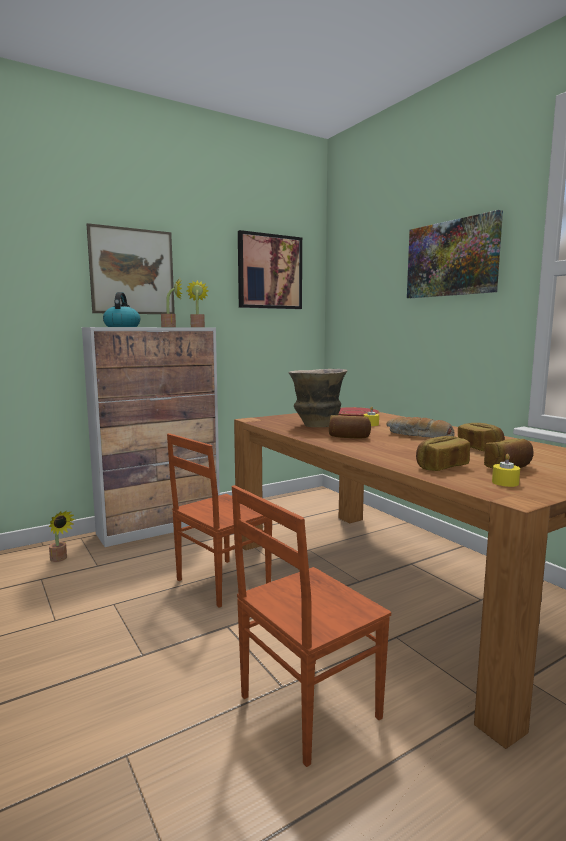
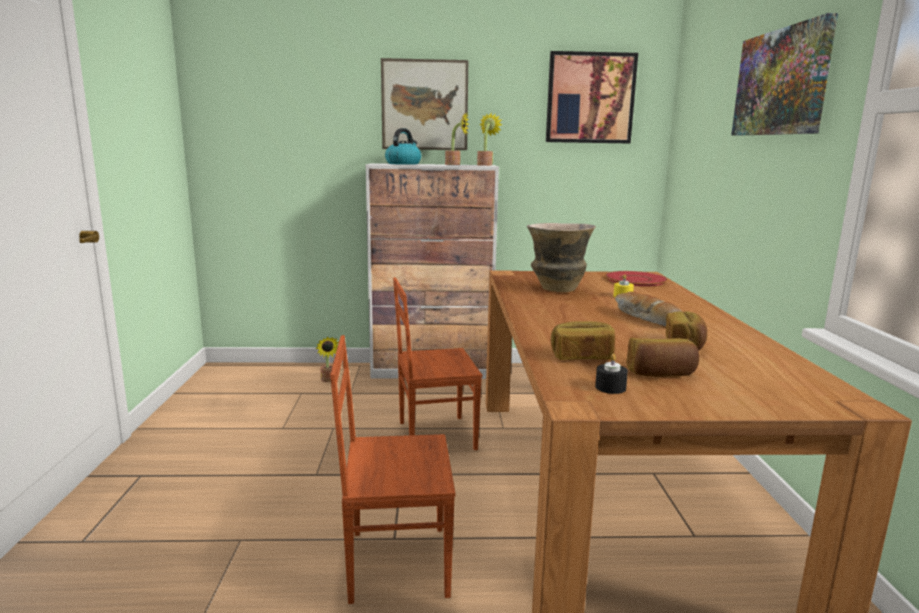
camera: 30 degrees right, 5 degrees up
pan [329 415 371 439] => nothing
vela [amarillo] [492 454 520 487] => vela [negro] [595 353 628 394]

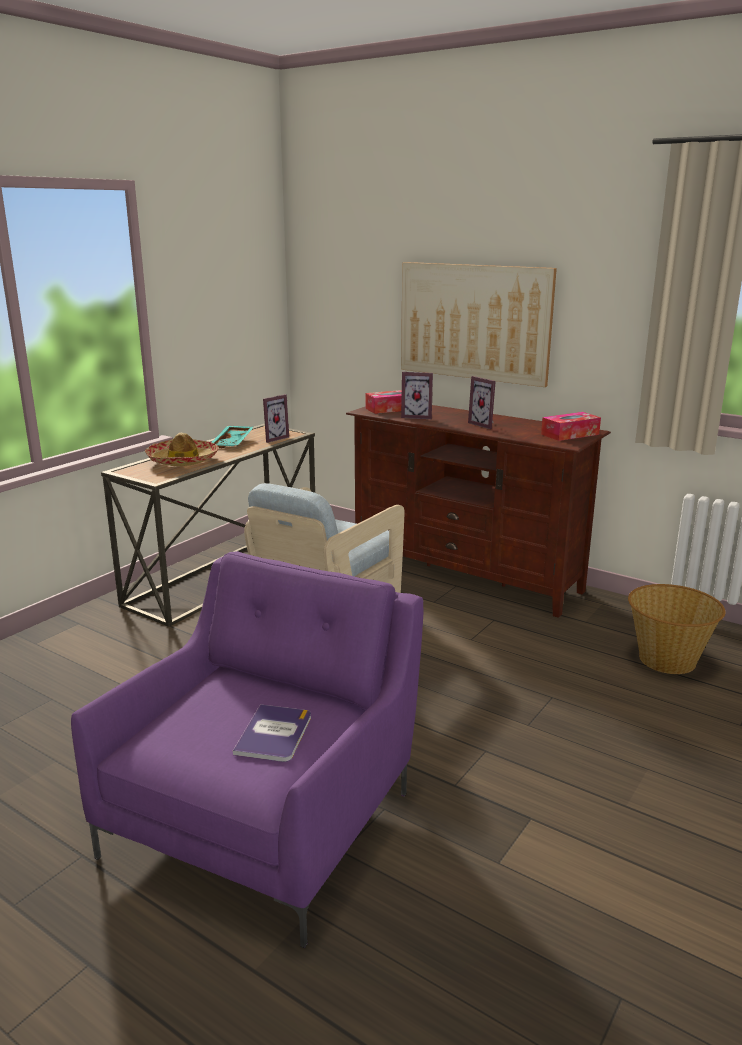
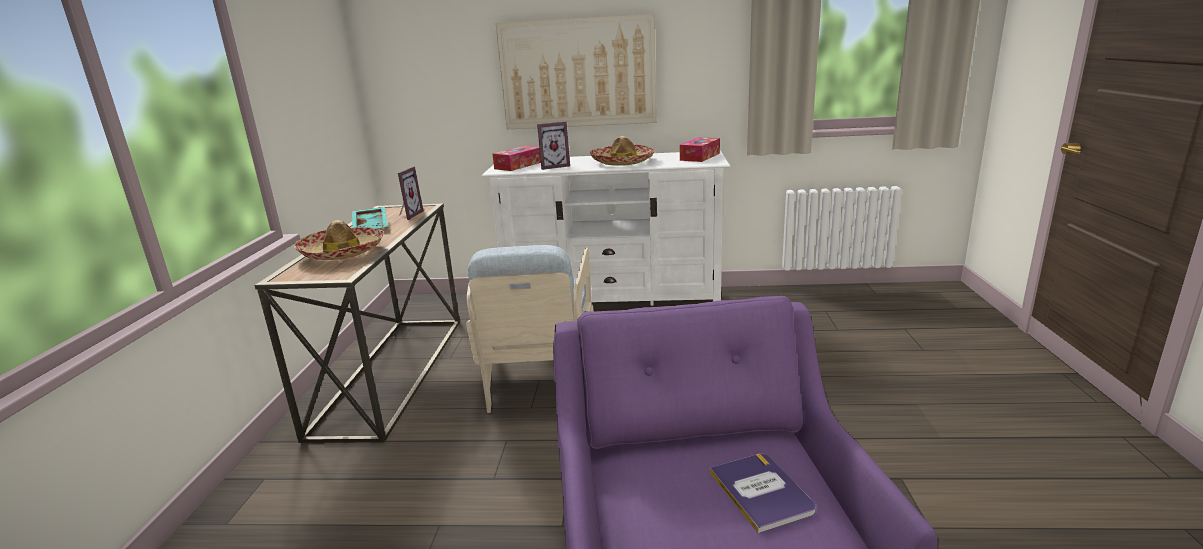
camera: 30 degrees left, 0 degrees up
portarretratos [468 376 496 429] => sombrero [589 136 655 166]
mueble de televisión [marrón] [346 405 611 618] => mueble de televisión [blanco] [481 151 730 306]
cesta [628 584 726 674] => nothing

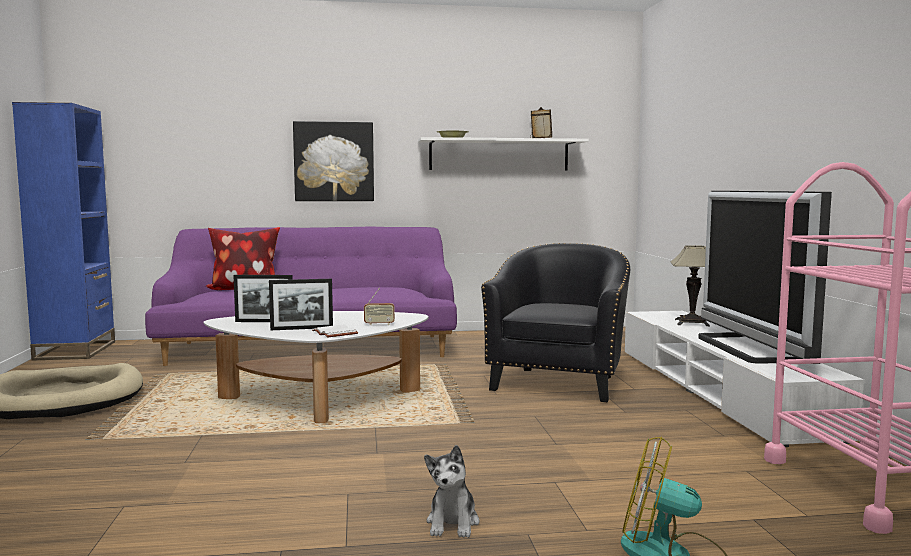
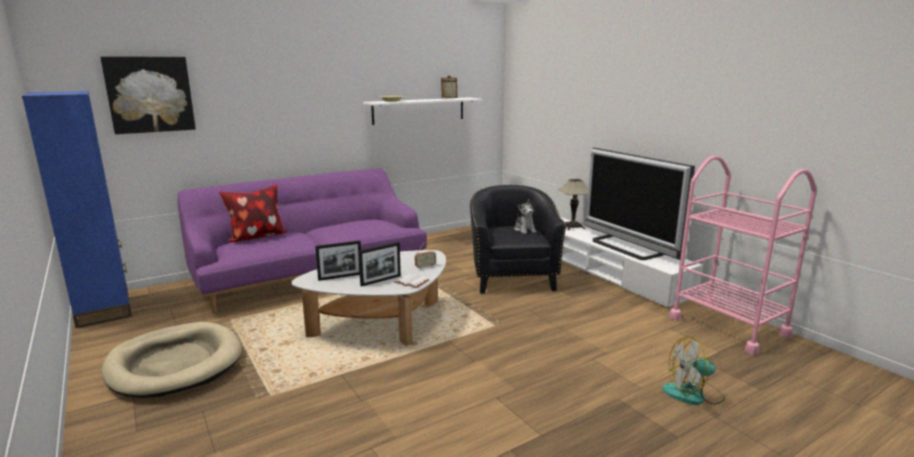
camera: 25 degrees left, 10 degrees up
cuadro [293 121 374 201] => cuadro [101 56 196 134], move
peluche [424 445 480 538] => peluche [514 199 536 234], move

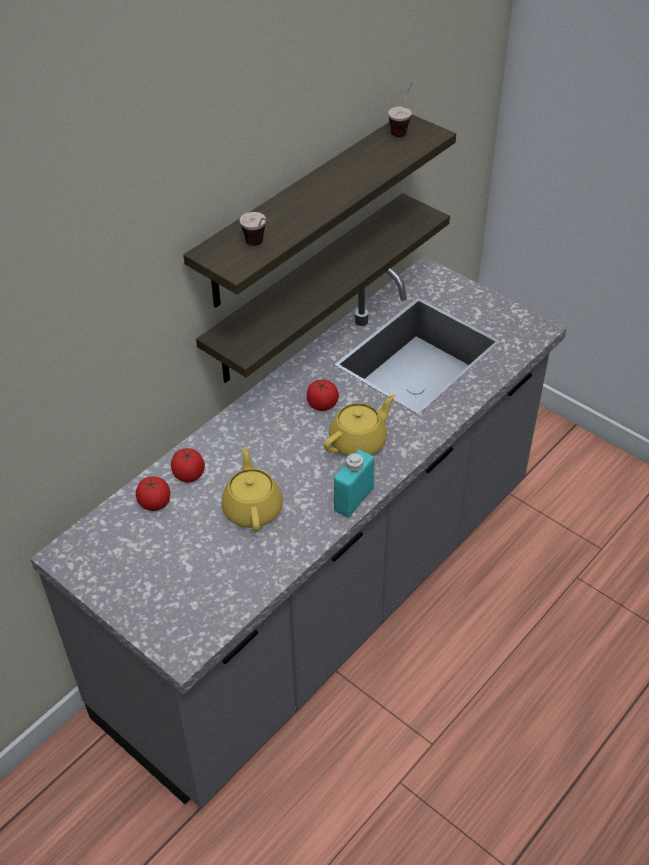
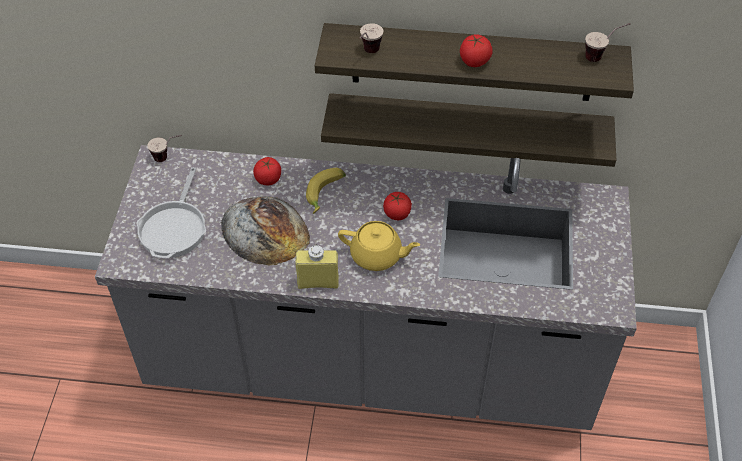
camera: 55 degrees right, 5 degrees up
tetera [amarillo] [222 447 283 532] => pan [221 196 310 265]
botella [turquesa] [334 450 375 517] => botella [amarillo] [295 245 339 289]
tomate [136 476 170 511] => tomate [460 34 493 67], move
nothing => taza [147 135 182 162]
nothing => sartén [136 167 206 258]
nothing => plátano [306 168 346 214]

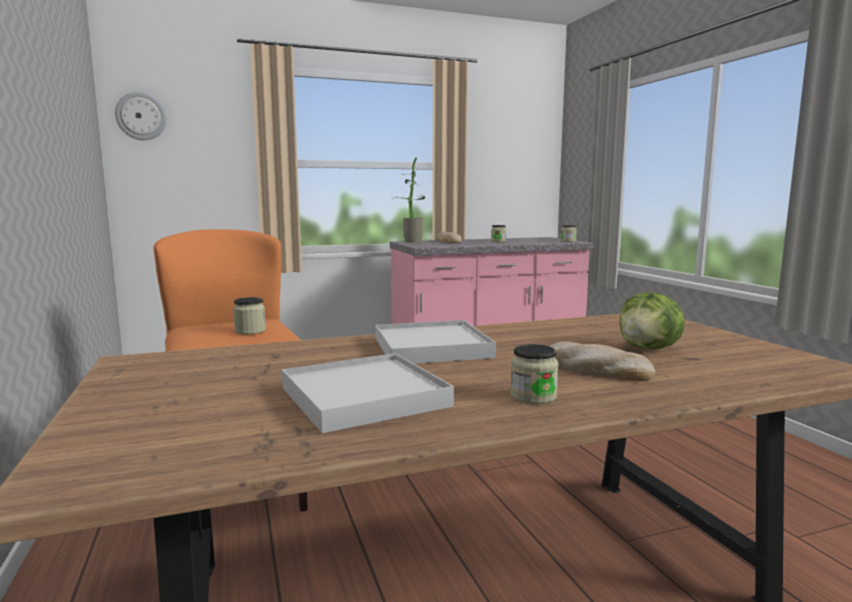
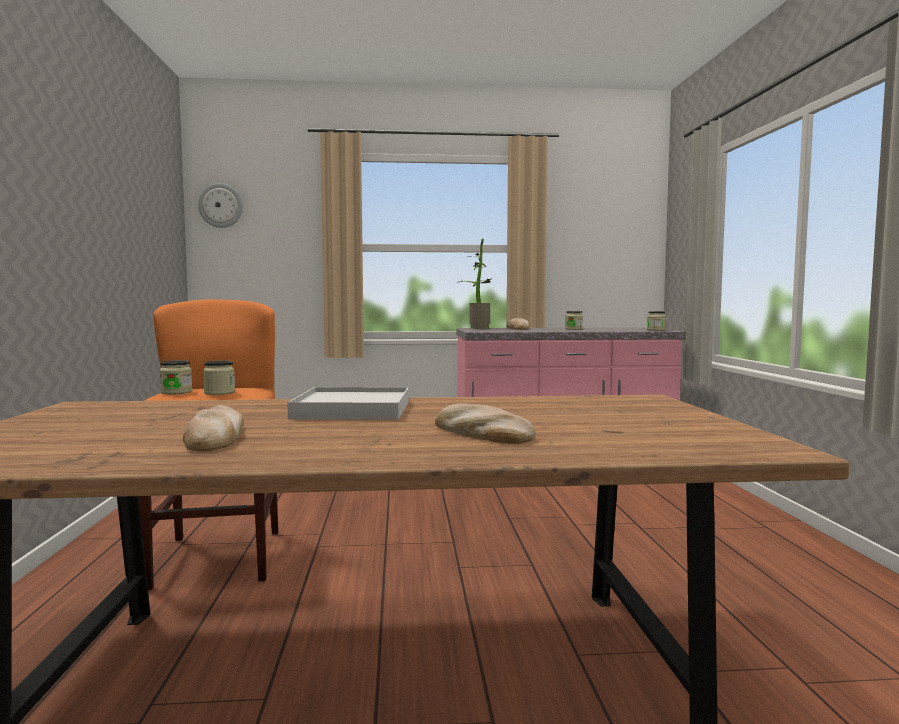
camera: 15 degrees right, 5 degrees down
lechuga [620 293 685 349] => nothing
tarro [510 344 558 404] => tarro [159 360 192 394], move
bandeja [blanco] [282 353 454 433] => pan [183 405 244 452]

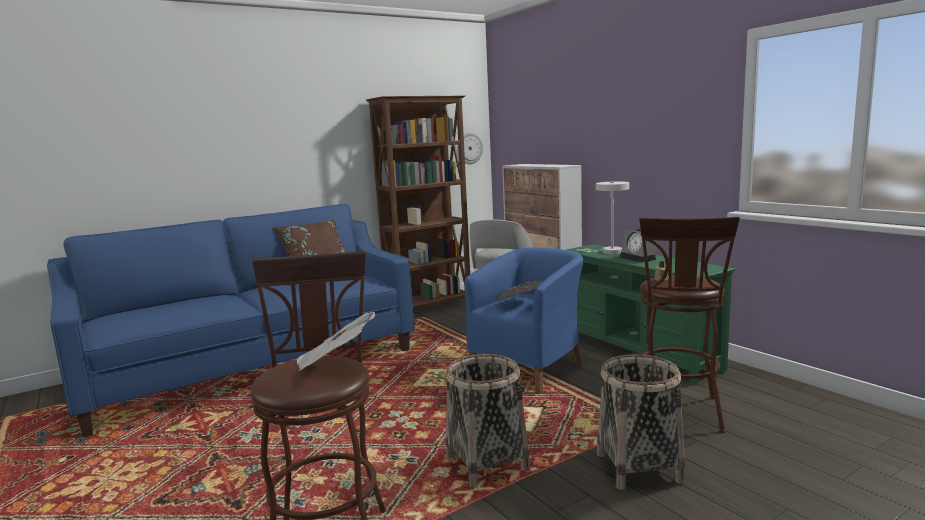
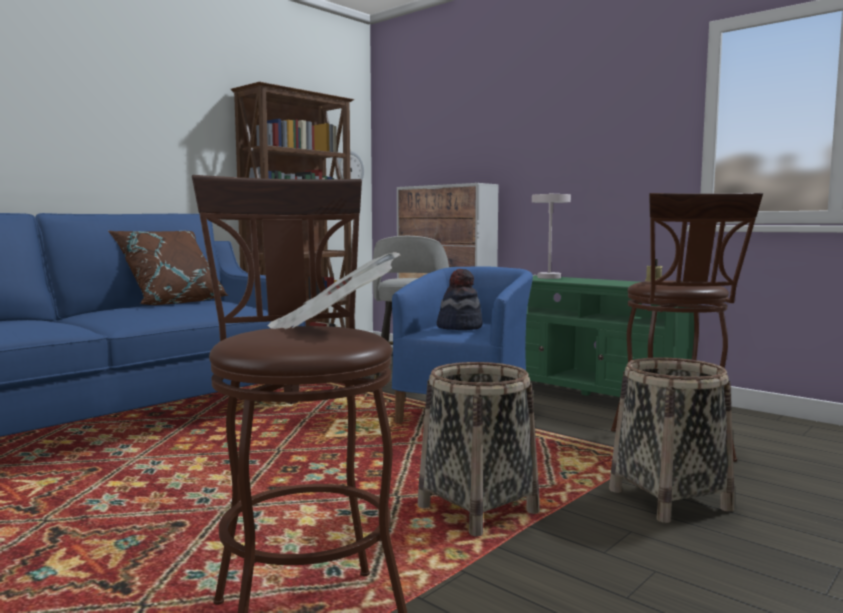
camera: 15 degrees left, 5 degrees down
despertador [620 229 658 263] => nothing
periódico [495 280 543 300] => sombrero [437 269 483 330]

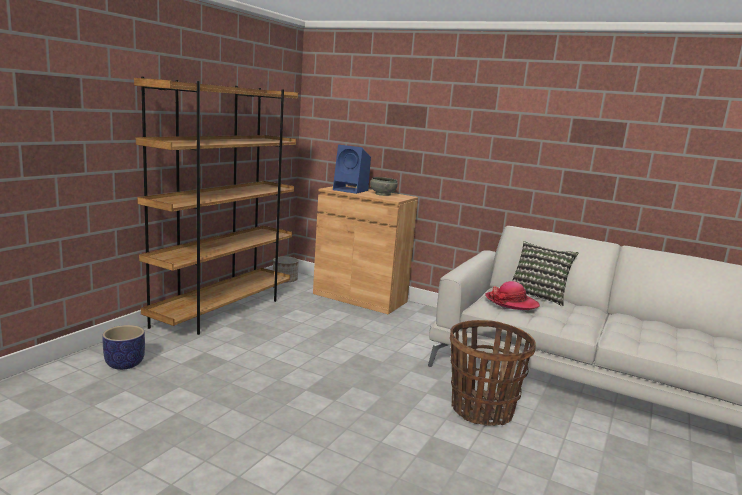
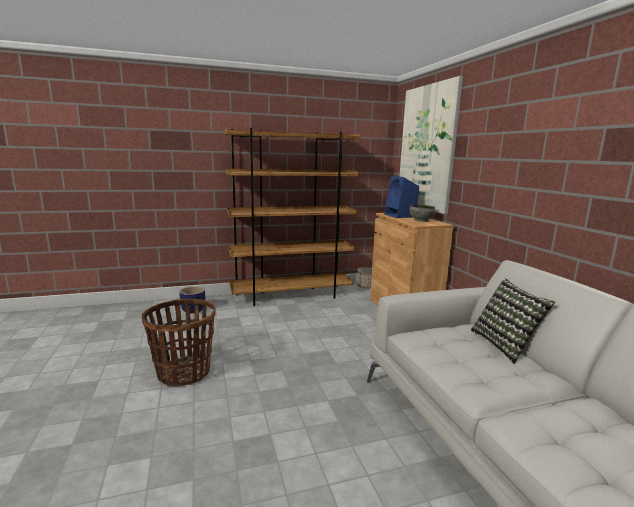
camera: 45 degrees right, 0 degrees up
sombrero [485 281 540 310] => nothing
cesta [450 320 536 426] => cesta [142 299 215 386], move
nothing => cuadro [399 76 463 214]

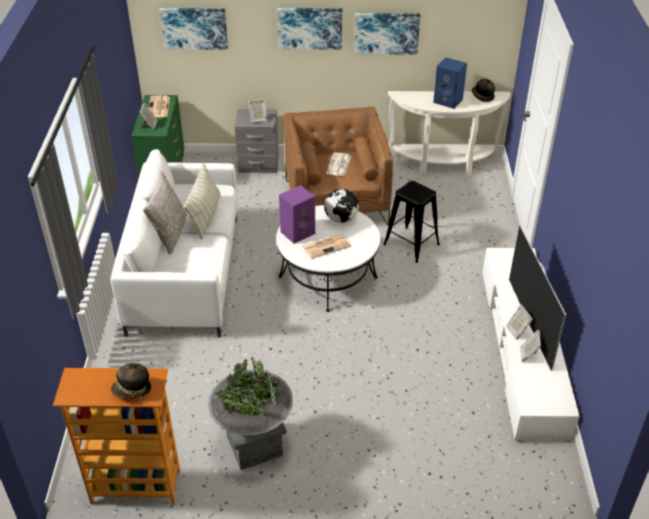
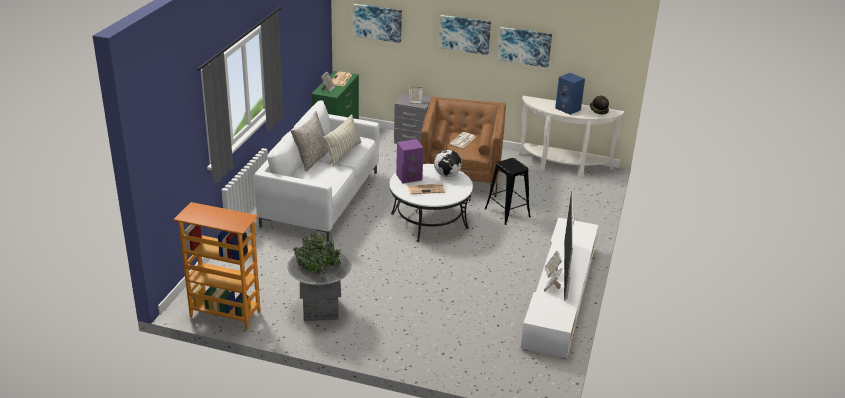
camera: 15 degrees right, 10 degrees down
sombrero [111 363 151 398] => nothing

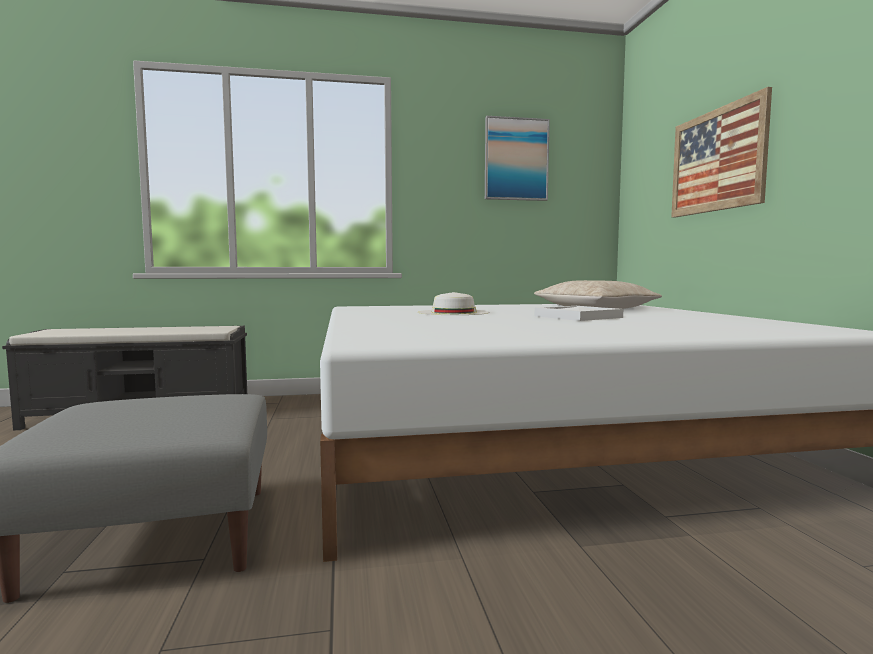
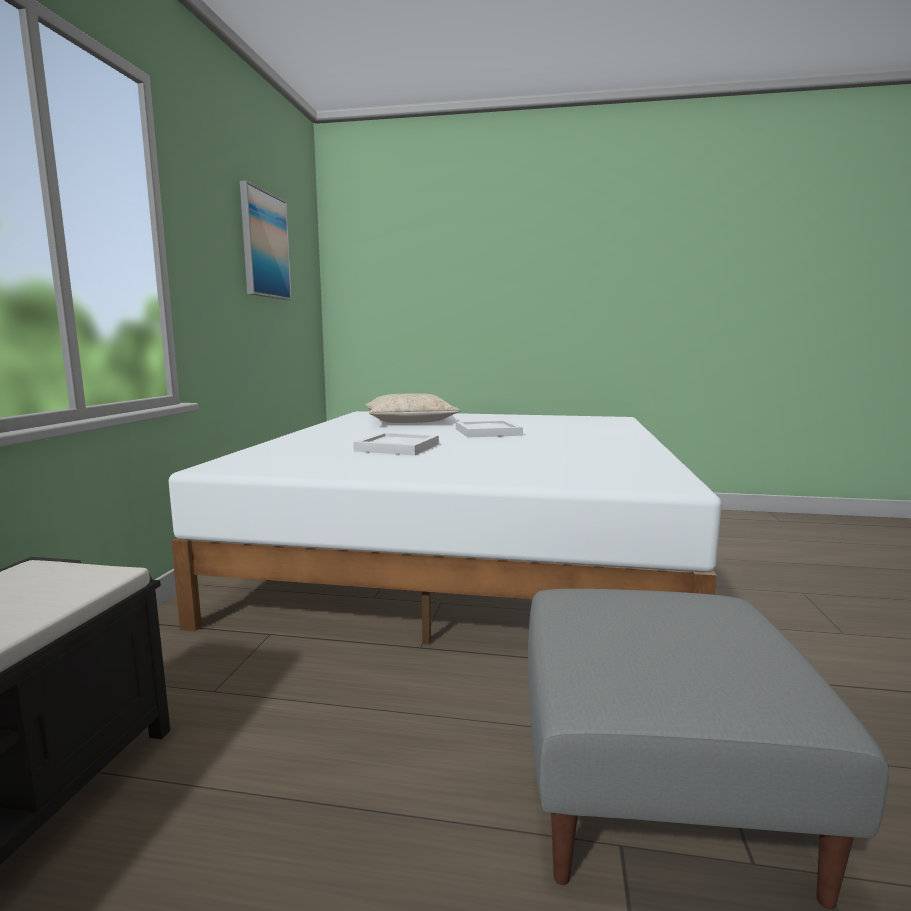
camera: 70 degrees left, 5 degrees up
cuadro [671 87 772 218] => nothing
sombrero [blanco] [418 292 490 315] => bandeja [blanco] [353 432 439 455]

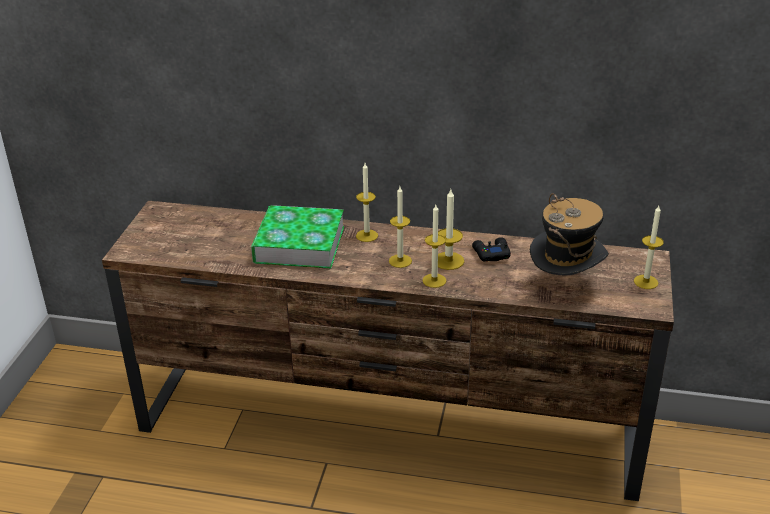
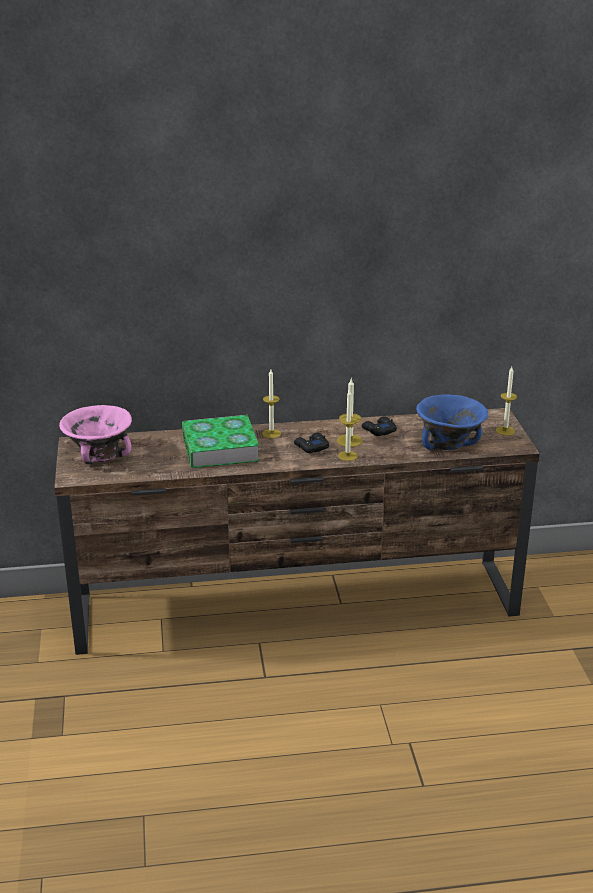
camera: 20 degrees left, 5 degrees down
vela [389 187 412 268] => mando de consola [negro] [294 433 329 453]
sombrero [530 193 609 276] => cuenco [azul] [416 394 488 450]
nothing => cuenco [rosa] [59 405 132 464]

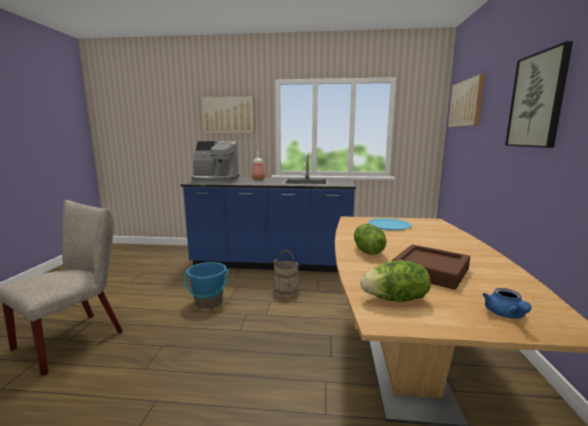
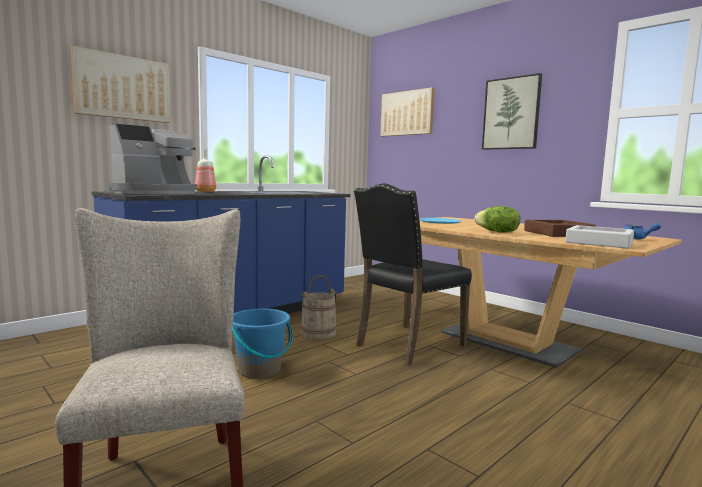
camera: 50 degrees left, 5 degrees down
lechuga [360 260 431 302] => bandeja [gris] [565 225 634 248]
nothing => silla [negro] [354 183 472 366]

